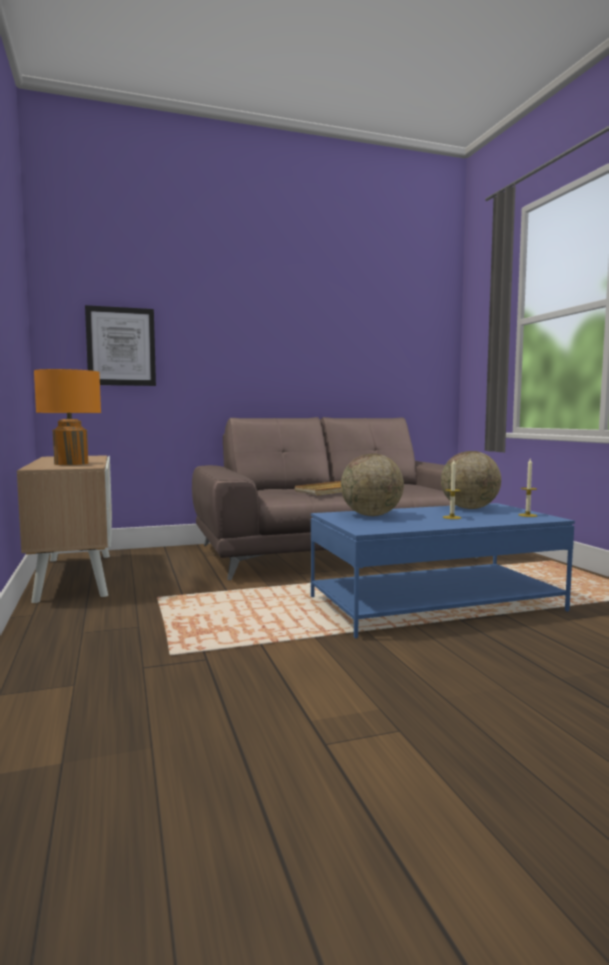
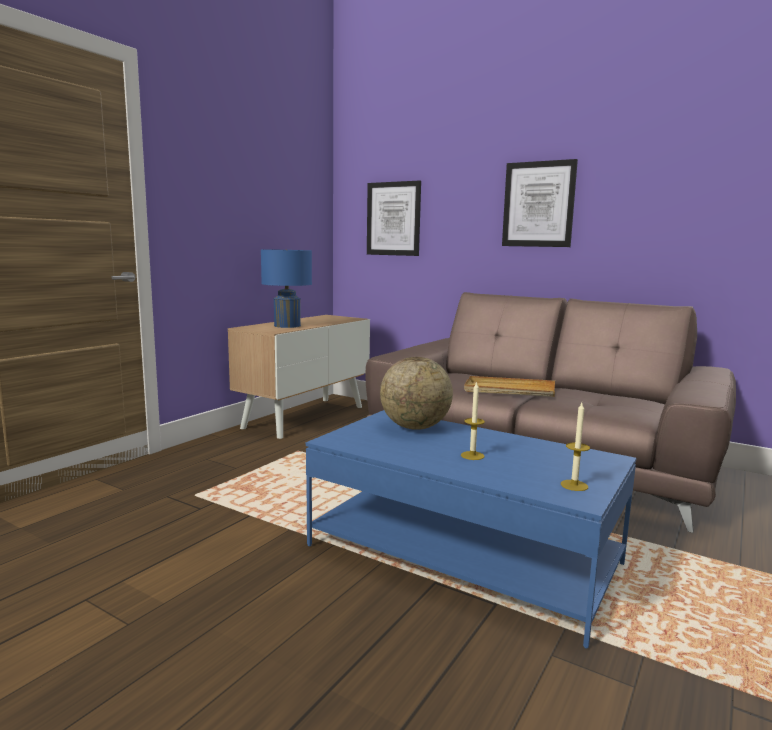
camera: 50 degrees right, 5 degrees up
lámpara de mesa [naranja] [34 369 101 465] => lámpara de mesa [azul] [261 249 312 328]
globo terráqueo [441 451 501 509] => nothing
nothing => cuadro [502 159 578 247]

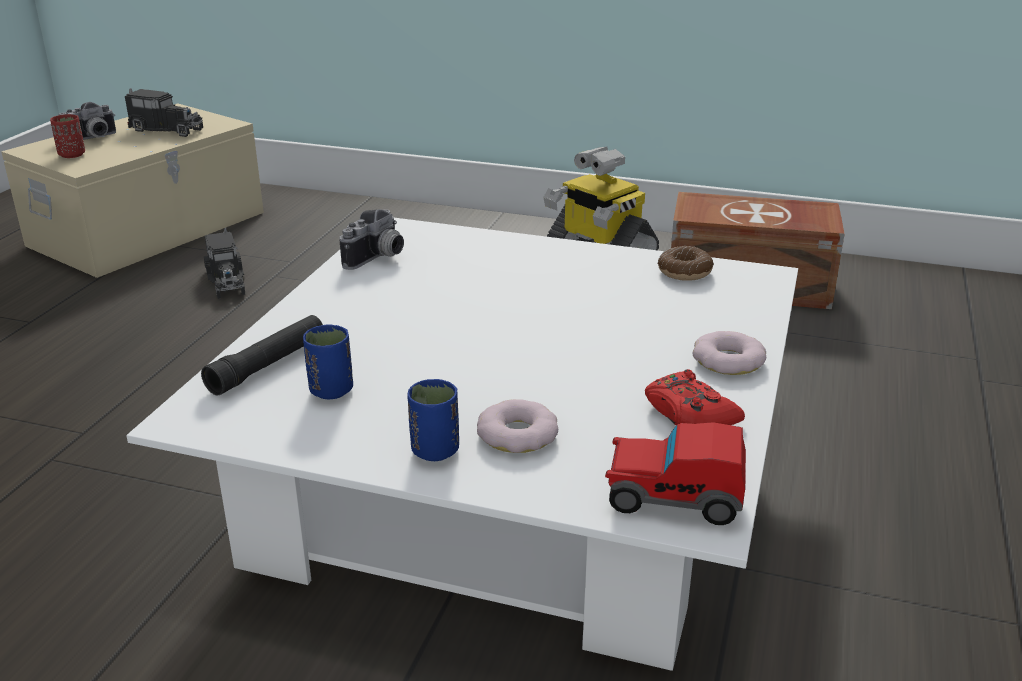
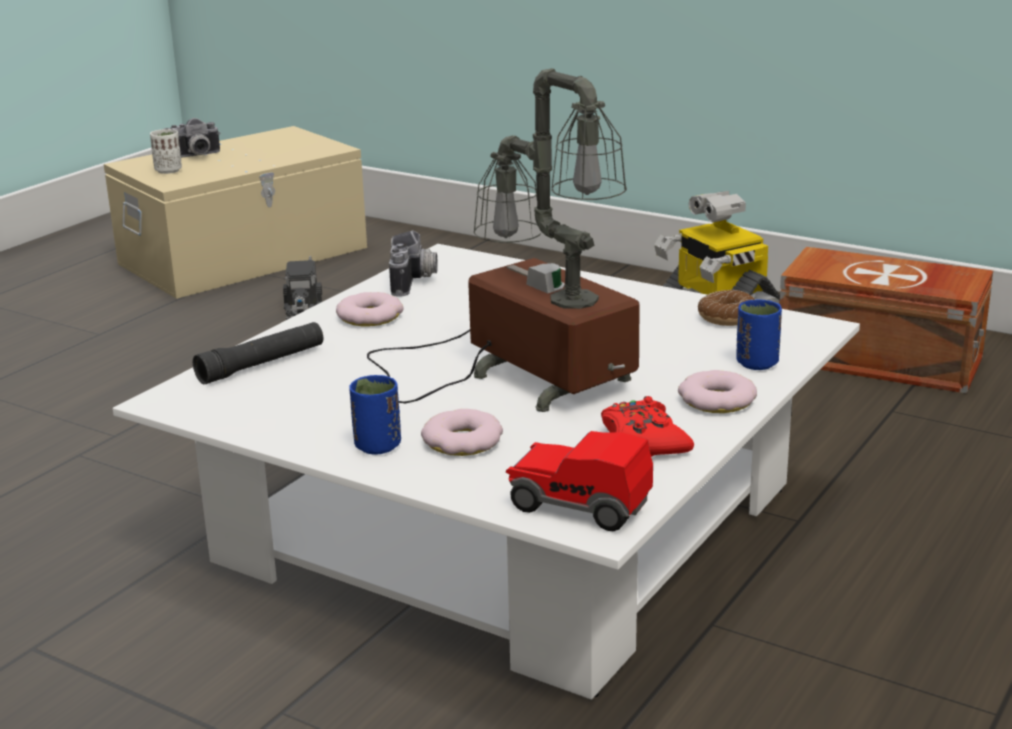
camera: 15 degrees right, 5 degrees down
camión de juguete [125 88 203 137] => nothing
taza [rojo] [50 114 85 158] => taza [blanco] [150 129 182 174]
cámara [339 209 404 270] => cámara [389 230 438 297], 45 degrees counterclockwise
taza [azul] [303 325 353 399] => taza [azul] [736 299 782 370], move
nothing => lámpara de mesa [367 68 640 412]
nothing => rosquilla [336 292 404 326]

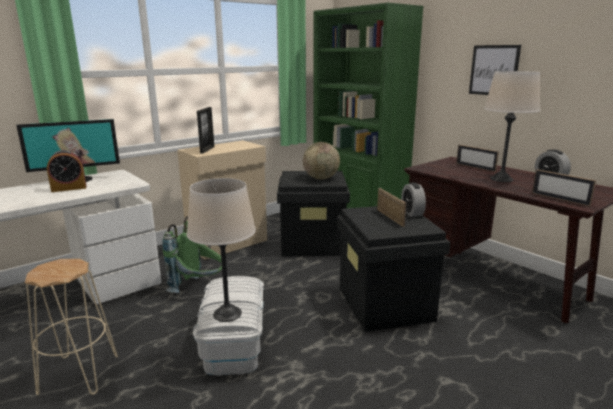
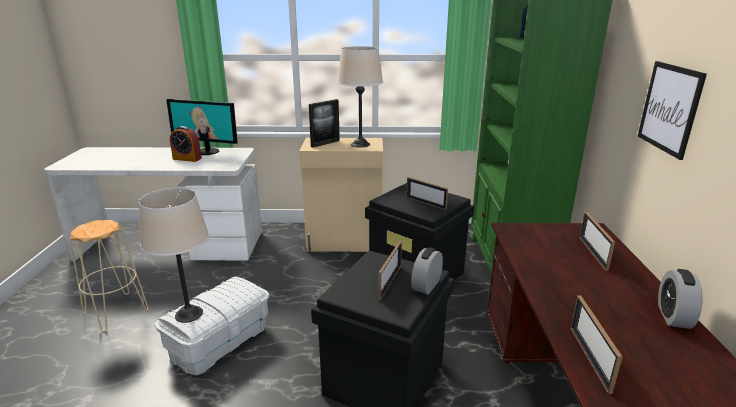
camera: 40 degrees right, 5 degrees up
lámpara de mesa [beis] [484 71 540 182] => lámpara de mesa [beis] [337 46 383 148], move
globo terráqueo [303 142 340 180] => portarretratos [406 177 448 210]
mochila [verde] [162 216 222 293] => nothing

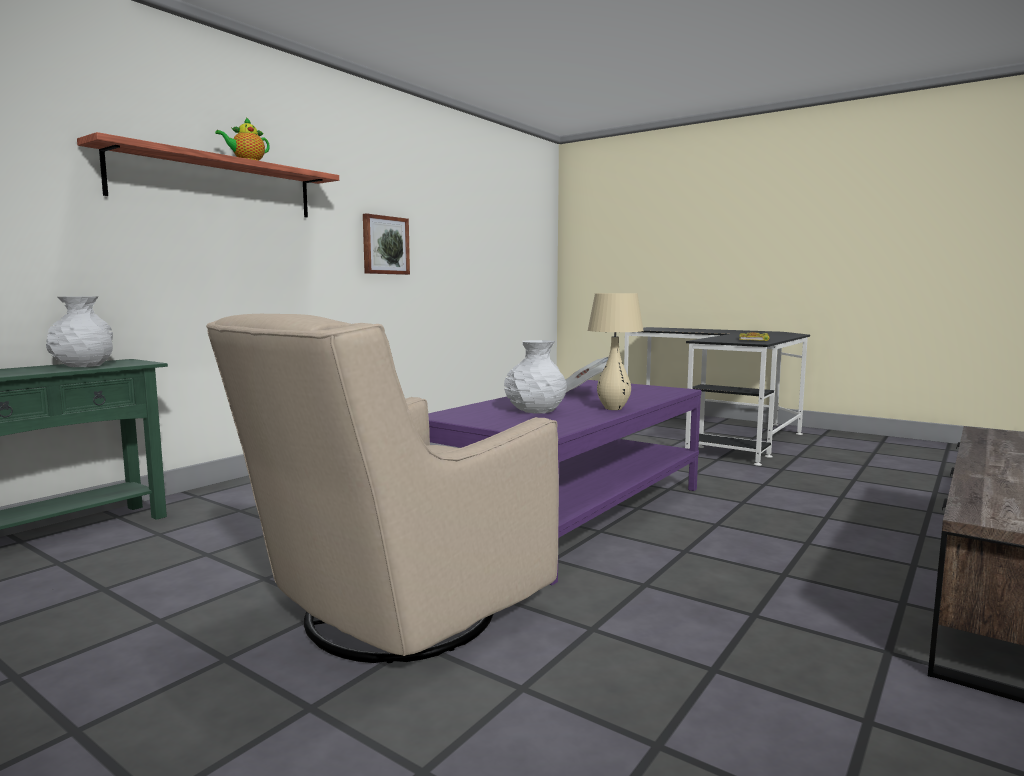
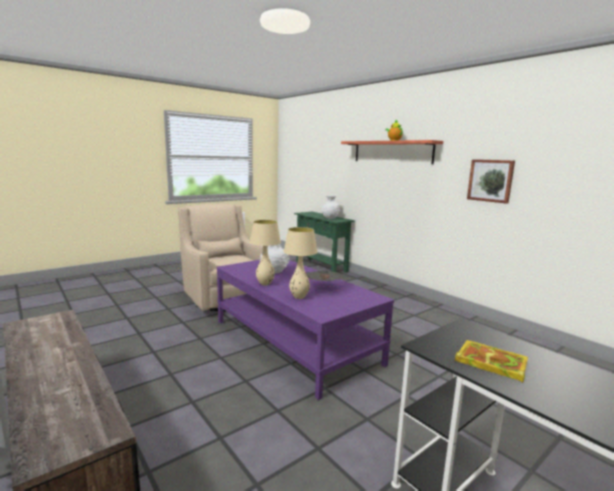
camera: 105 degrees right, 5 degrees up
nothing => lámpara de mesa [beis] [283 227 318 299]

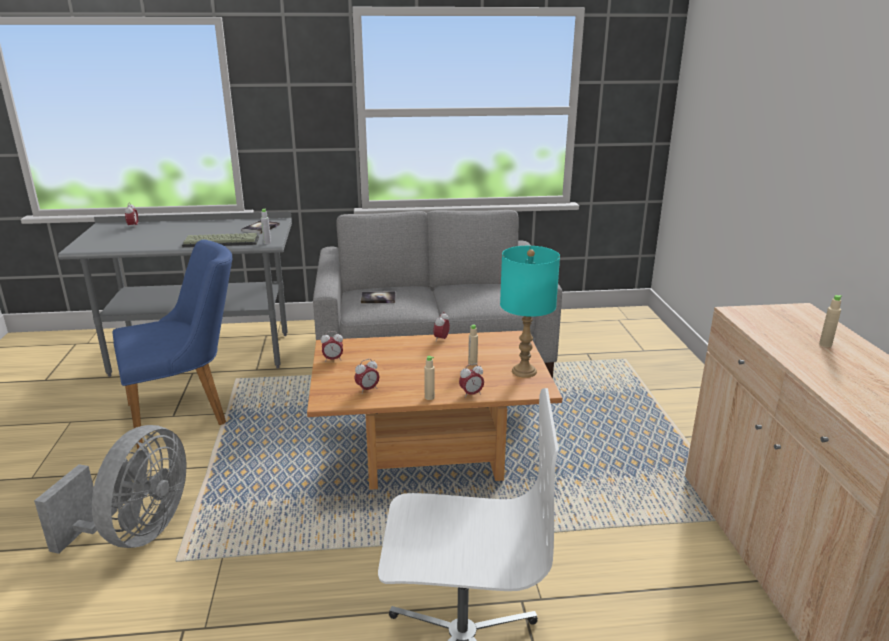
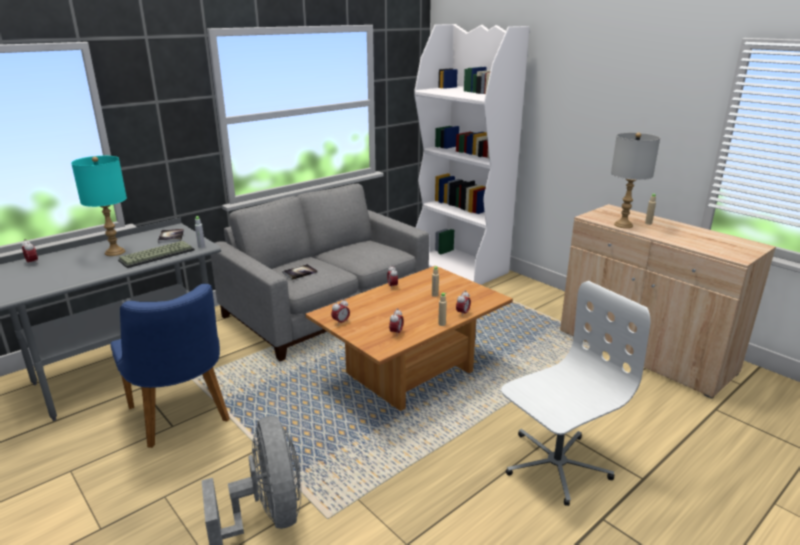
camera: 35 degrees left, 0 degrees up
silla [azul] [112 240 232 449] => silla [azul] [110 284 230 448], 120 degrees clockwise
lámpara de mesa [turquesa] [500 246 560 378] => lámpara de mesa [turquesa] [71 156 127 256], move
nothing => estantería [blanco] [414 24 530 285]
nothing => lámpara de mesa [gris] [611 132 660 228]

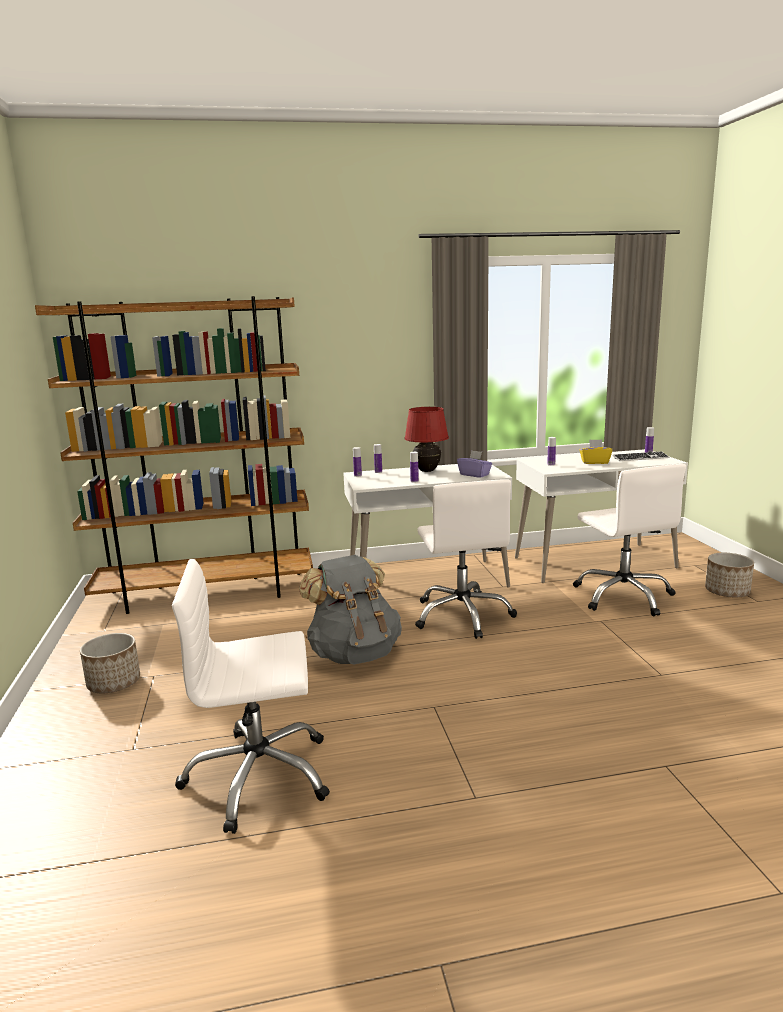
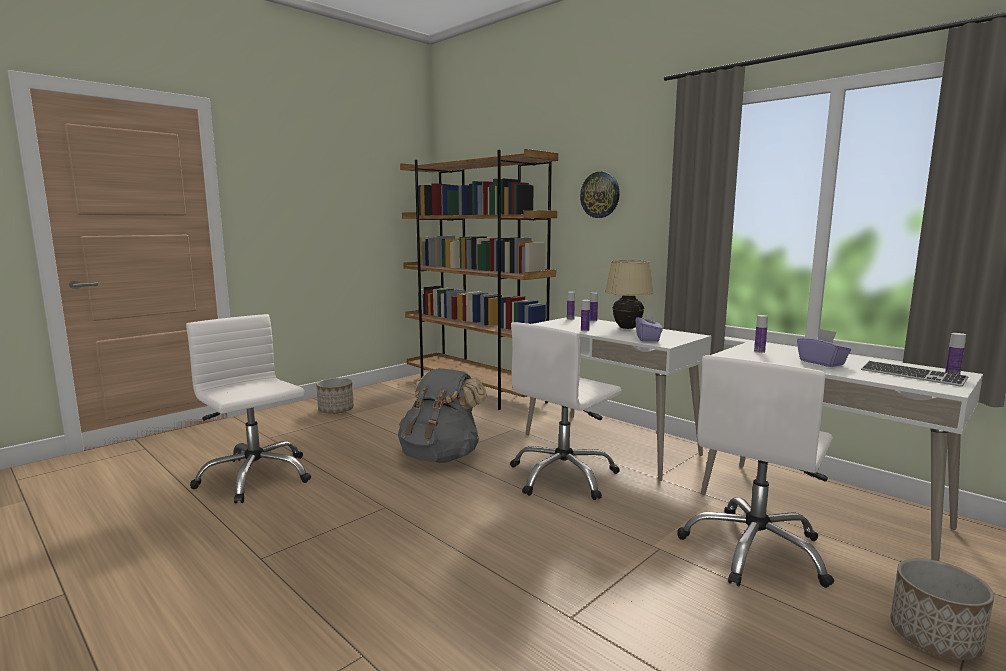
camera: 55 degrees right, 5 degrees down
lámpara de mesa [rojo] [405 407 449 472] => lámpara de mesa [beis] [605 260 653 329]
caja de pañuelos [amarillo] [579 439 613 464] => caja de pañuelos [morado] [797 329 851 367]
nothing => reloj de pared [580 172 620 218]

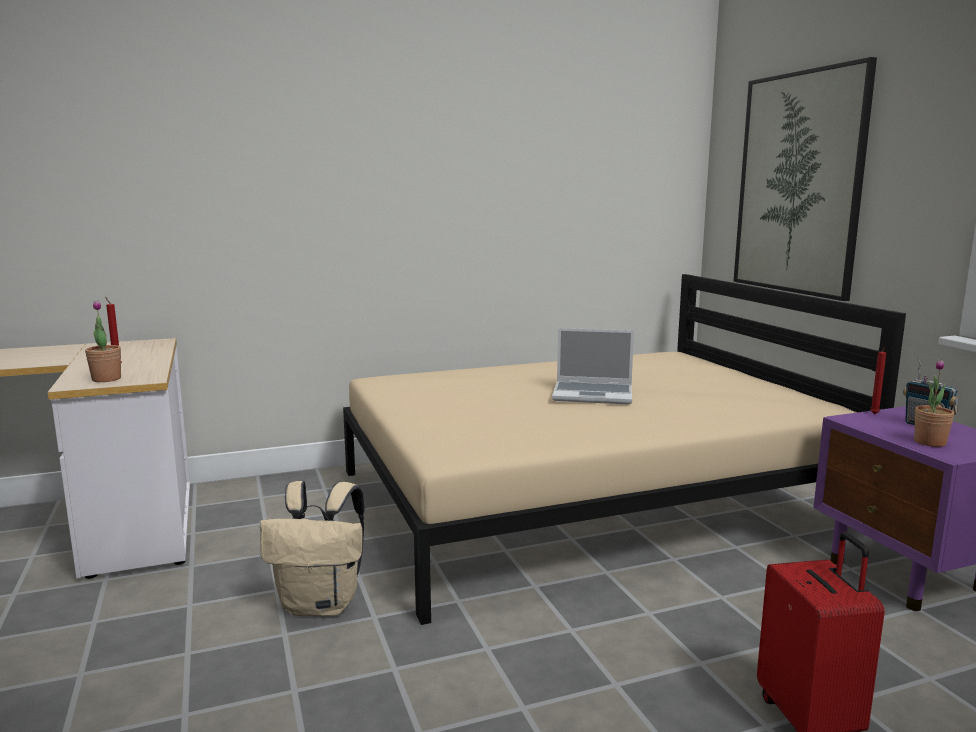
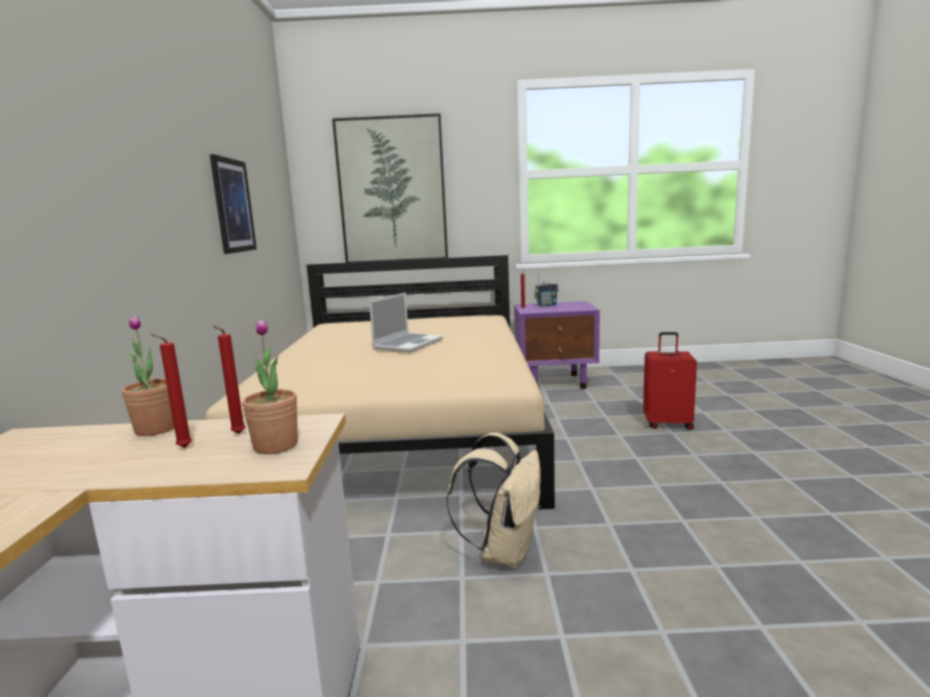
camera: 70 degrees left, 0 degrees up
planta en maceta [914 359 954 447] => planta en maceta [122 315 174 436], move
nothing => cuadro [210 154 257 254]
nothing => vela [rojo] [212 326 245 434]

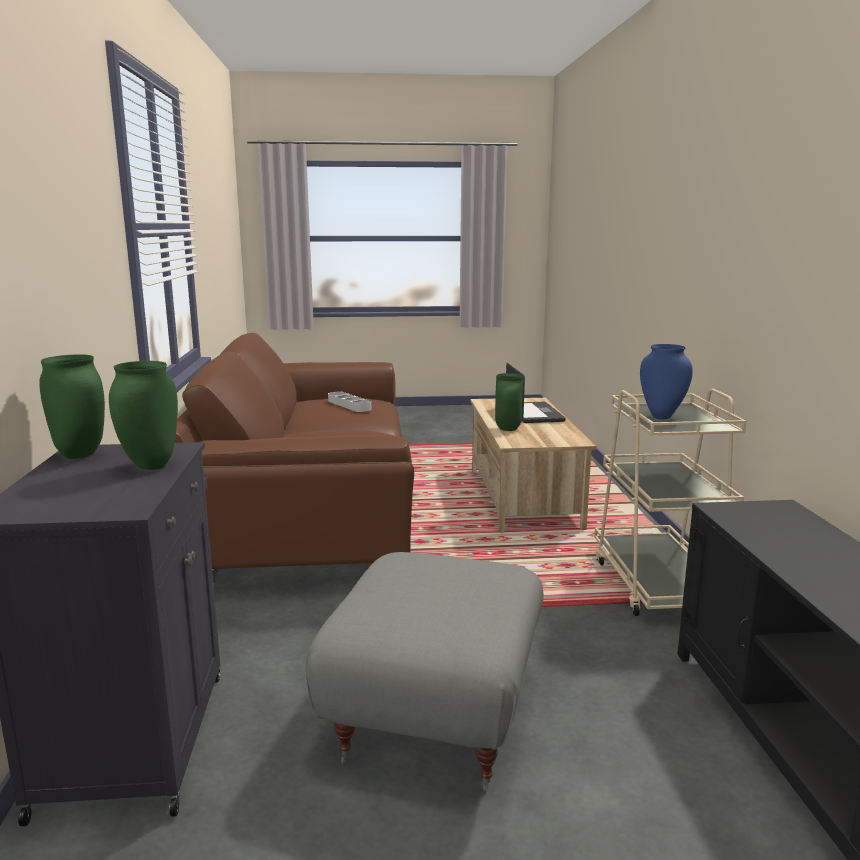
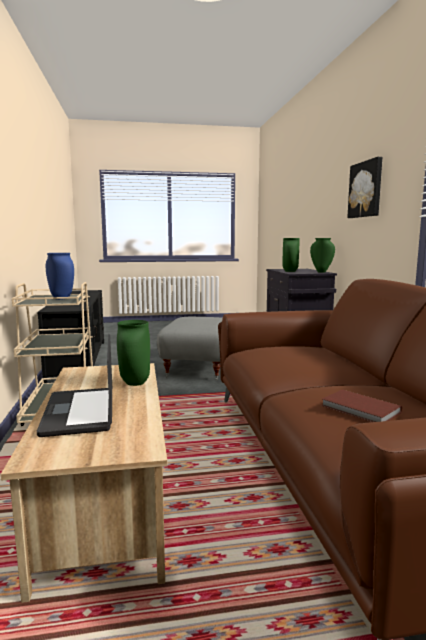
camera: 175 degrees right, 5 degrees down
bandeja [gris] [328 391 371 412] => libro [marrón] [321 390 402 422]
nothing => cuadro [347 157 382 218]

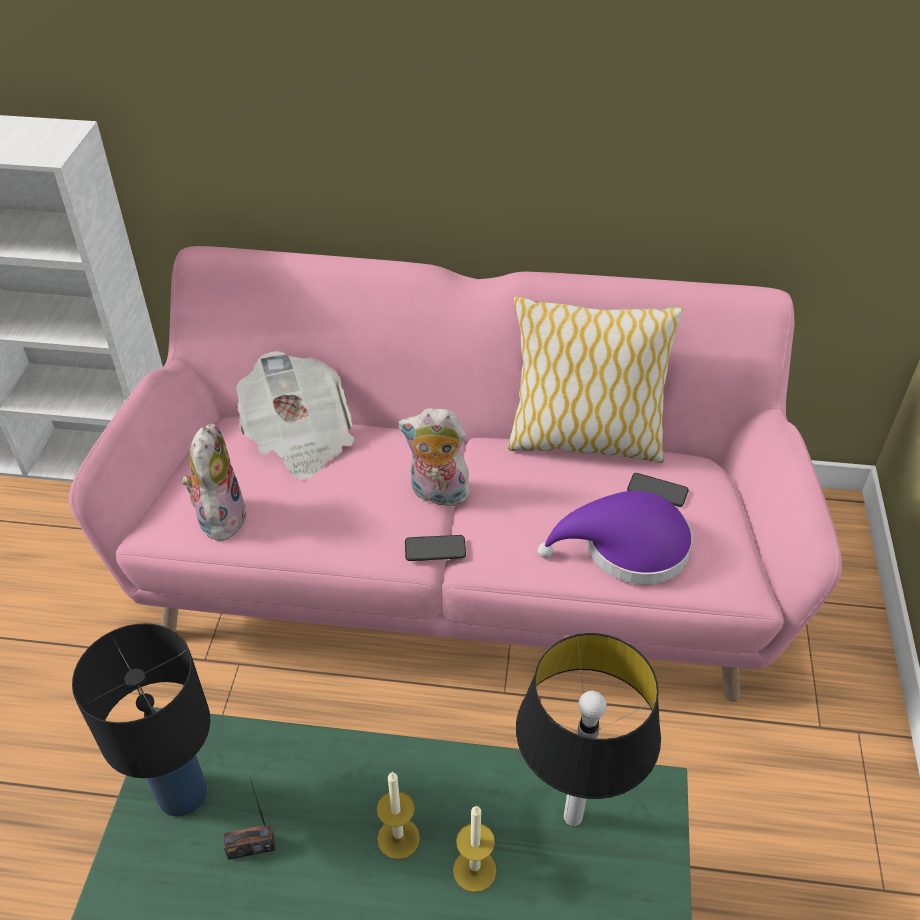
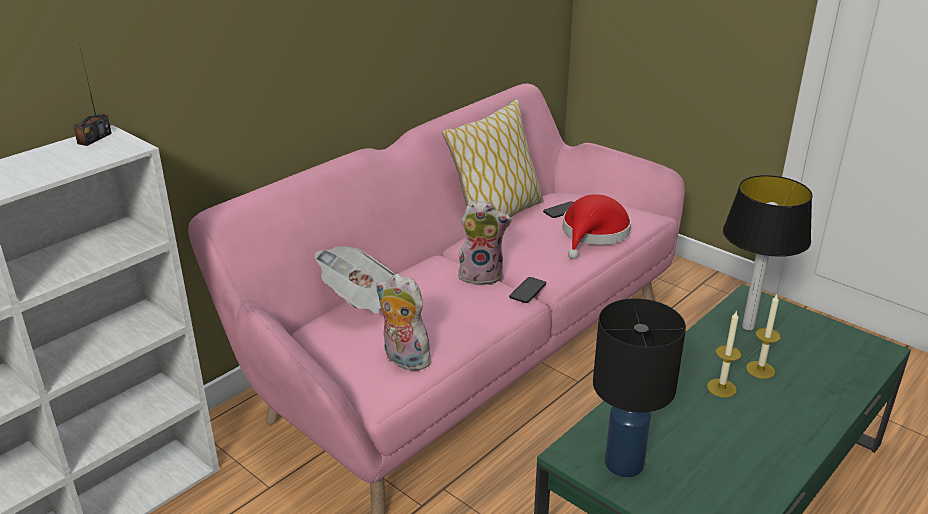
camera: 55 degrees left, 15 degrees down
peluche [398 408 473 507] => peluche [457 200 512 286], 135 degrees counterclockwise
sombrero [morado] [537 491 693 585] => sombrero [rojo] [563 194 631 259]
radio [223 778 275 860] => radio [73 43 112 146], move

